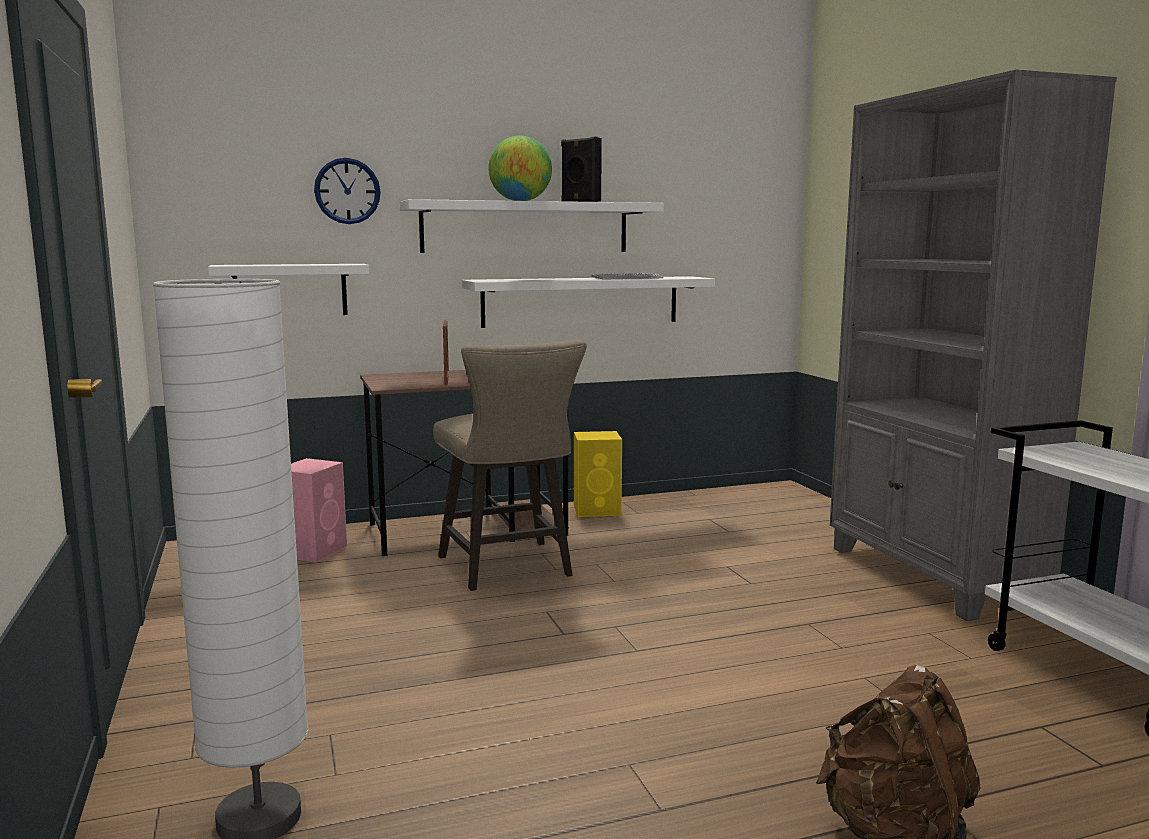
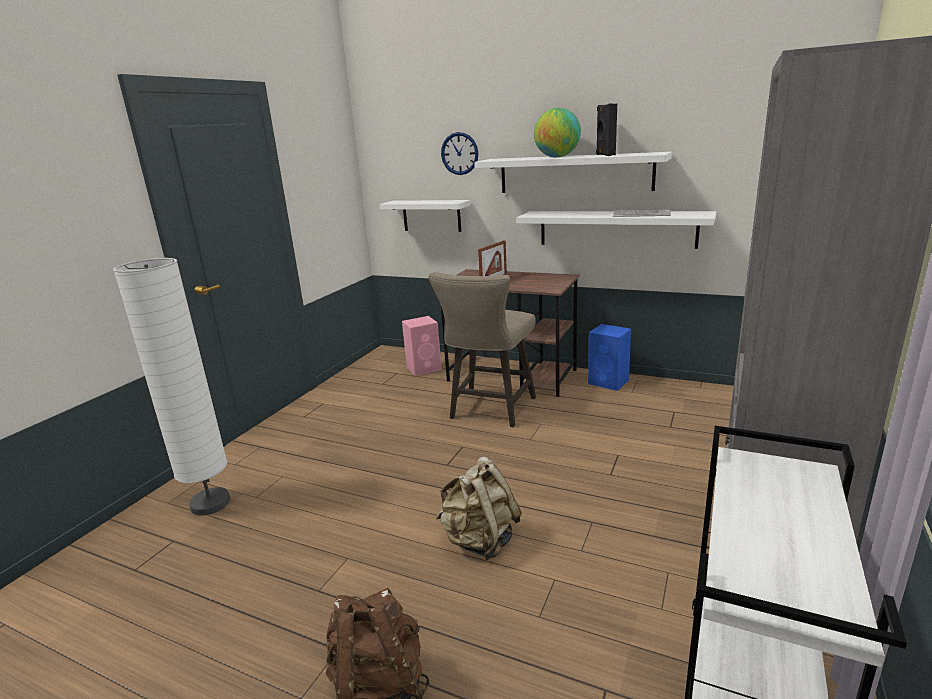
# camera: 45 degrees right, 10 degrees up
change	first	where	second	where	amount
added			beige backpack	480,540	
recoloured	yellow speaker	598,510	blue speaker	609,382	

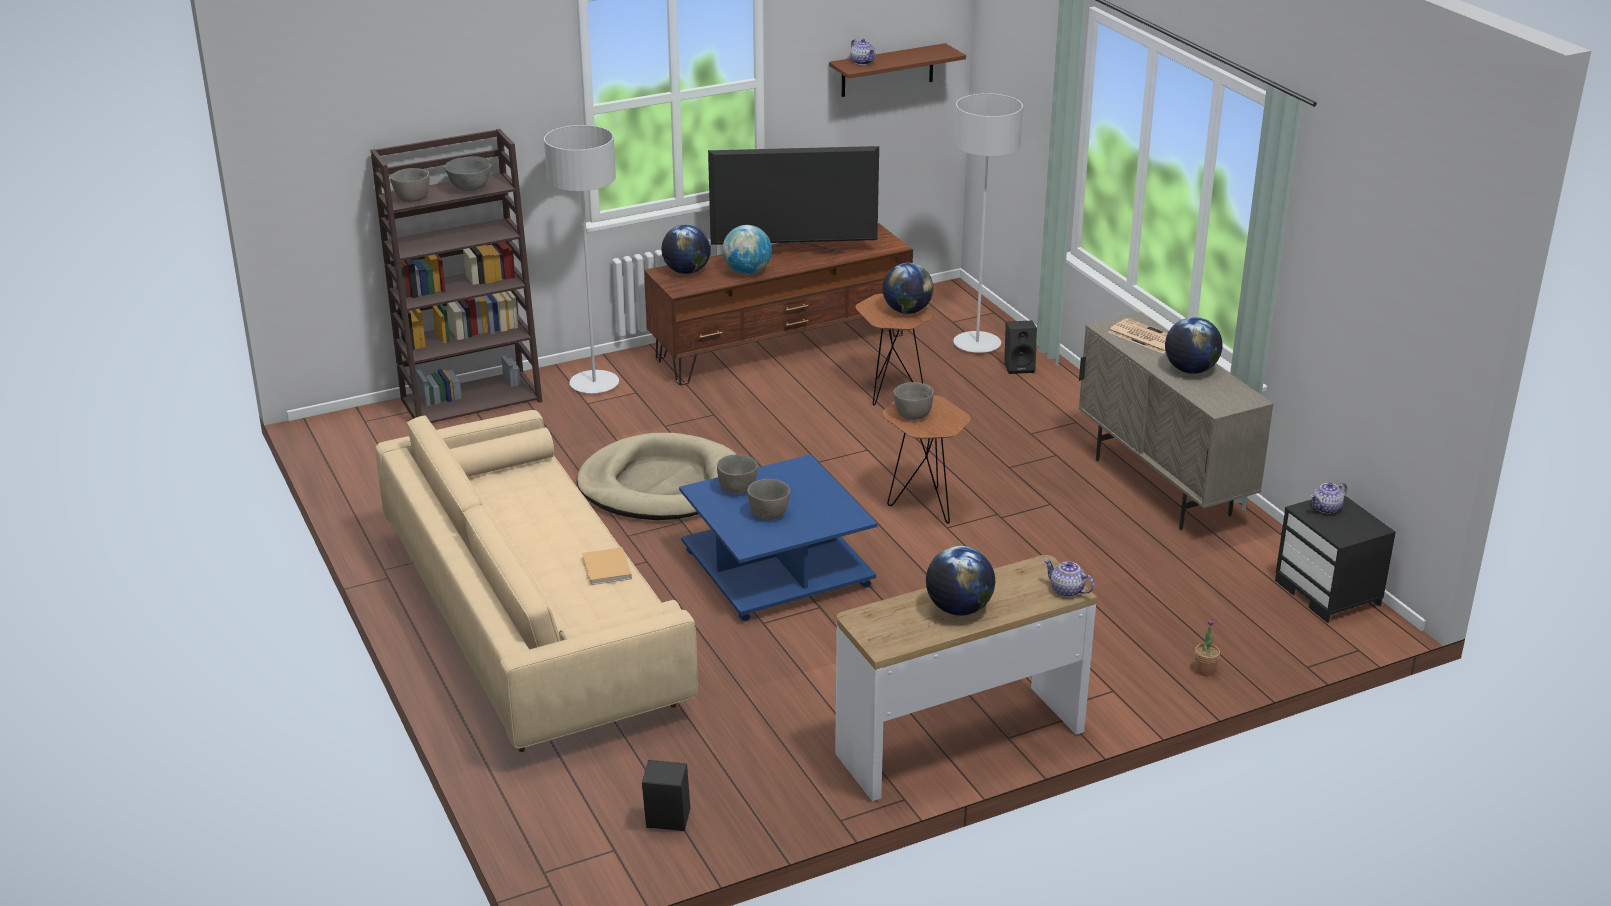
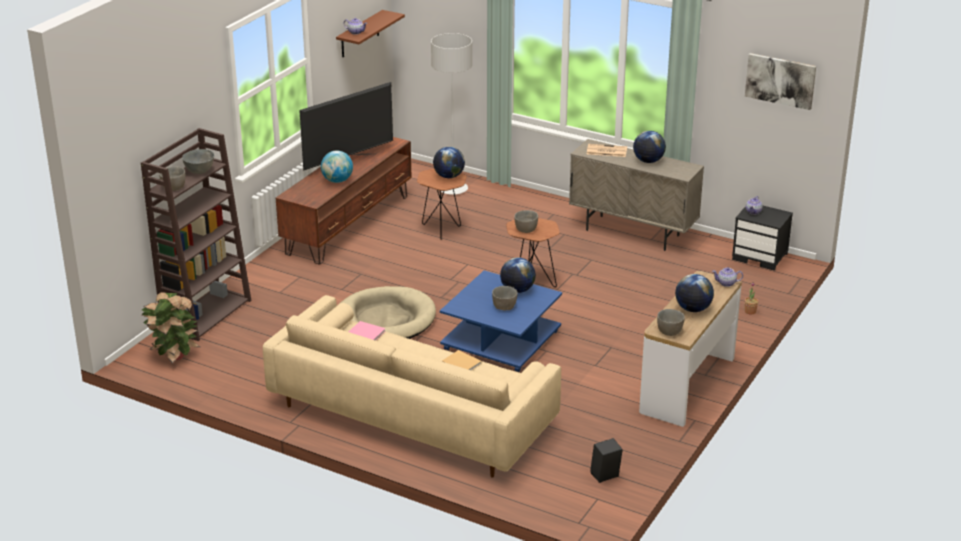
# camera: 35 degrees left, 0 degrees up
change	first	where	second	where	amount
removed	grey floor lamp	594,384			
removed	black speaker	1019,367			
added			potted plant	174,356	
added			pink book	365,333	
added			picture	780,80	
moved	globe	686,271		517,290	
moved	grey bowl	738,488		670,331	

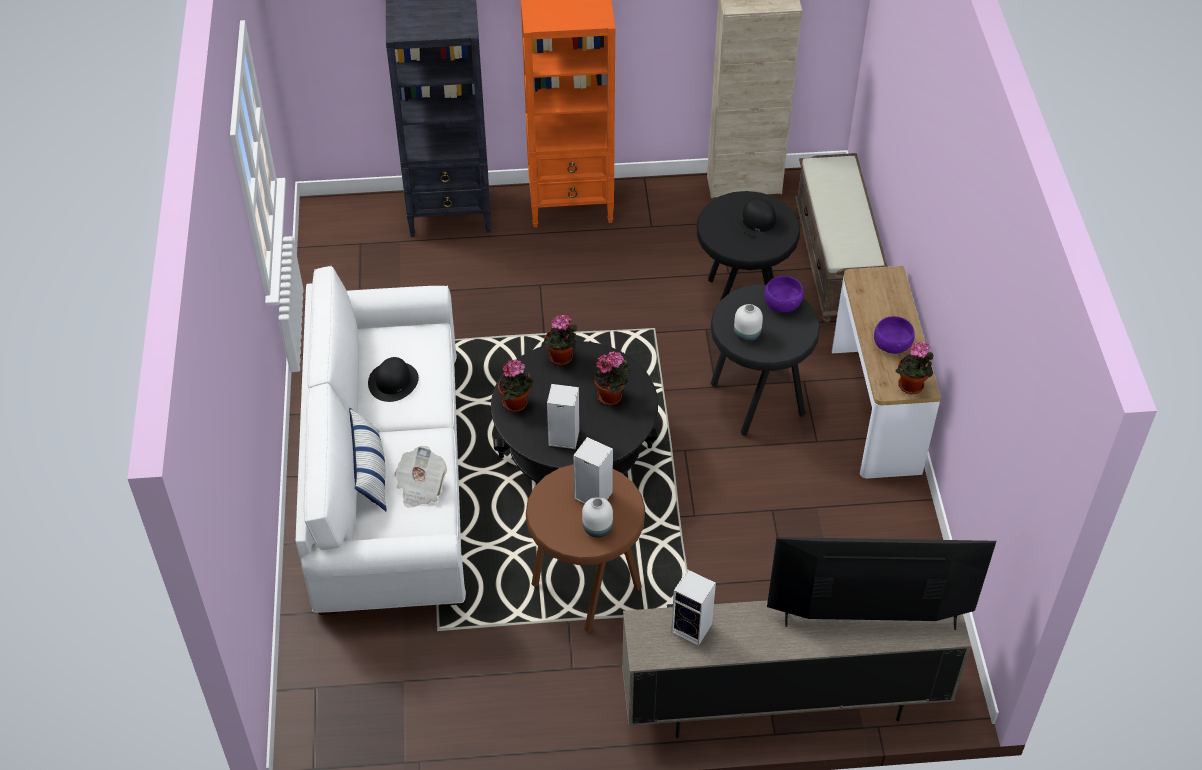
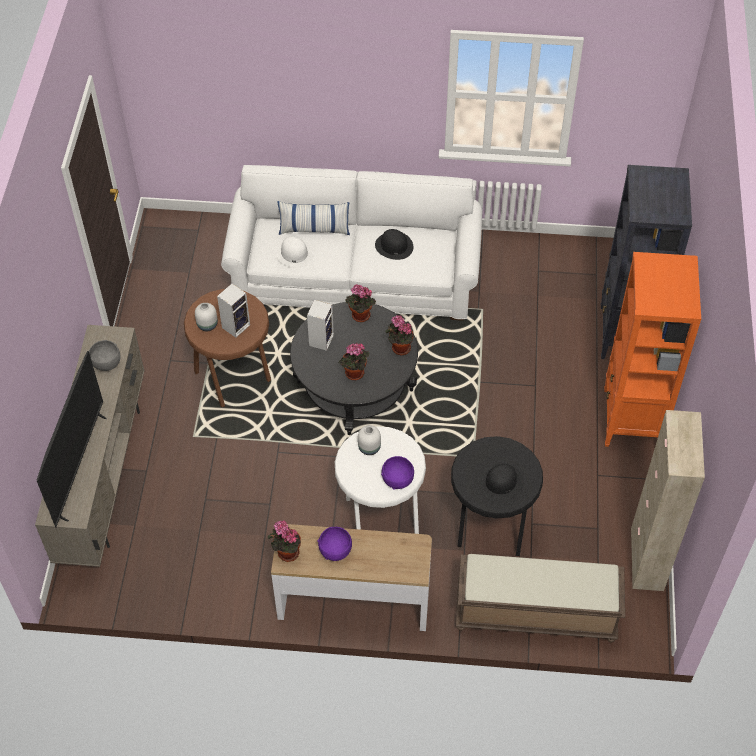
# camera: 100 degrees right, 5 degrees up
change	first	where	second	where	amount
replaced	newspaper	420,487	white hat	294,253	
replaced	speaker	693,628	grey bowl	106,363	
recoloured	black stool	757,402	white stool	380,516	

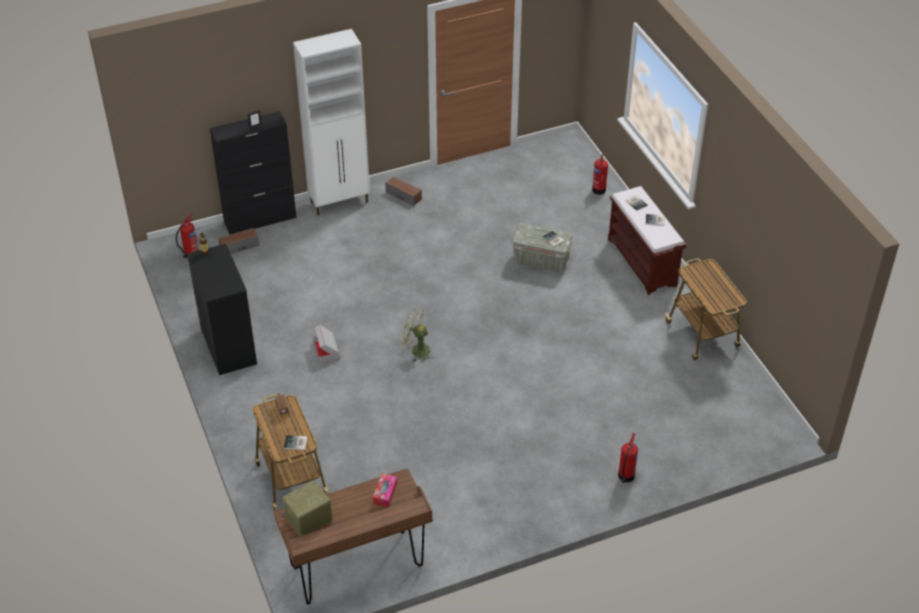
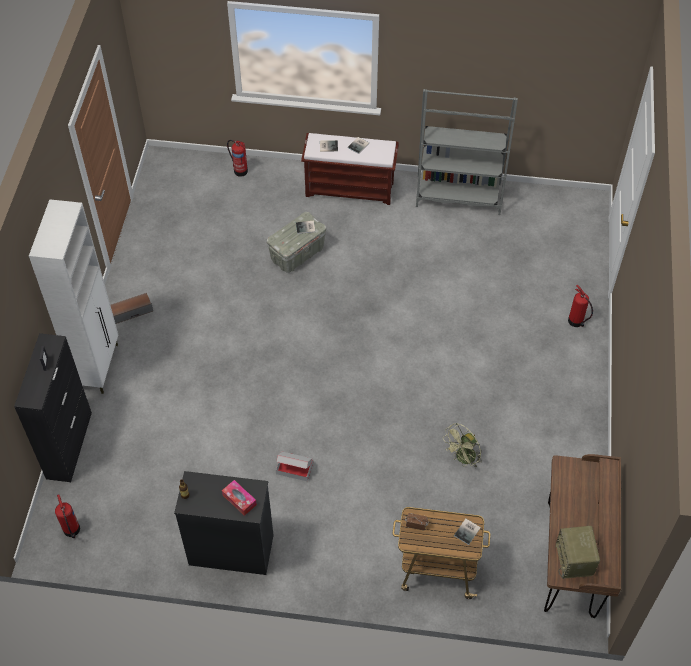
# camera: 60 degrees left, 10 degrees up
change	first	where	second	where	amount
removed	speaker	239,246			
moved	tissue box	385,493		239,500	
moved	green fan	416,350		463,459	
replaced	cart	703,335	grey bookcase	458,195	

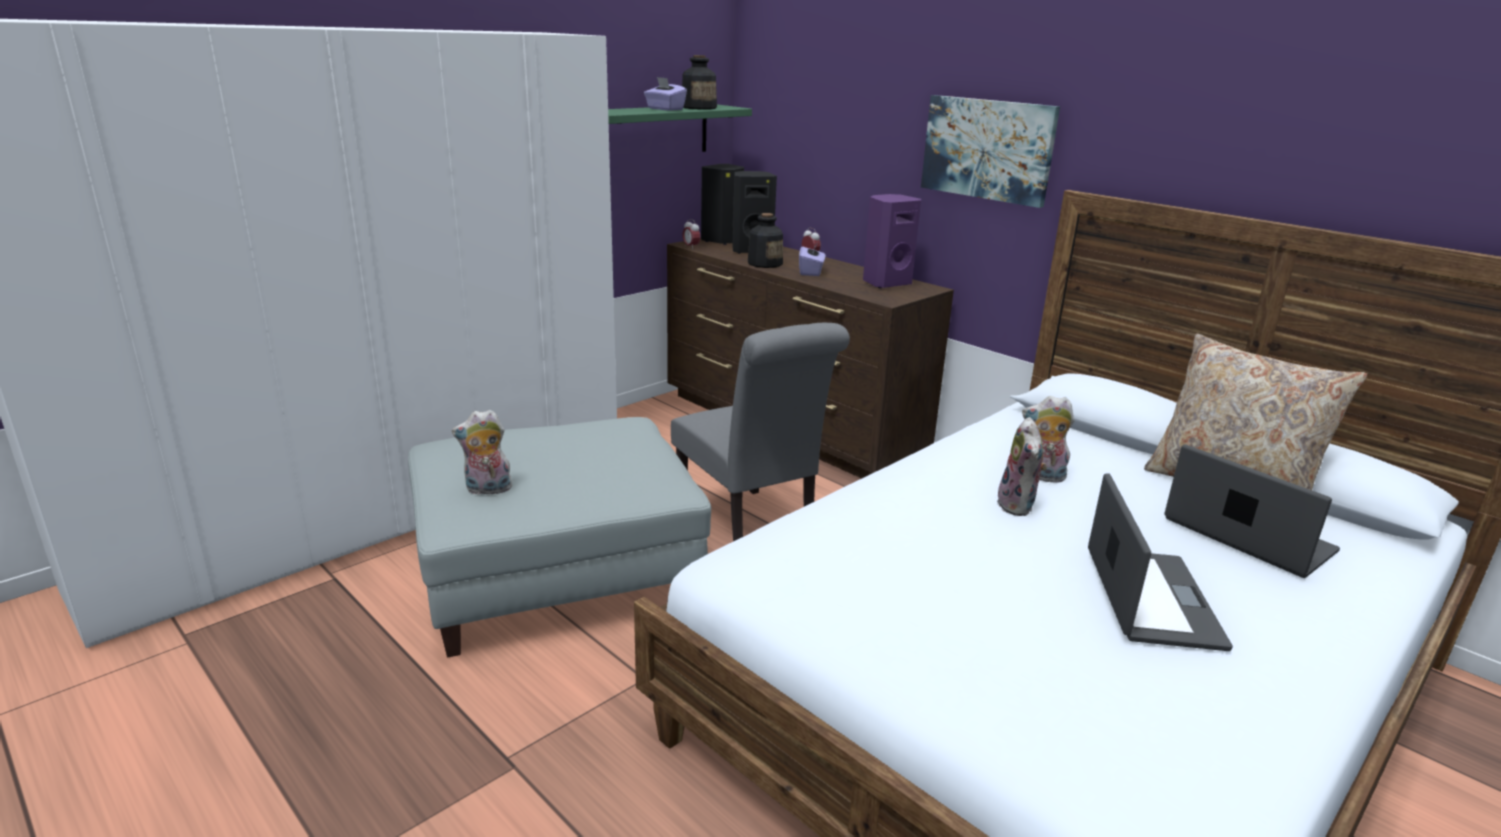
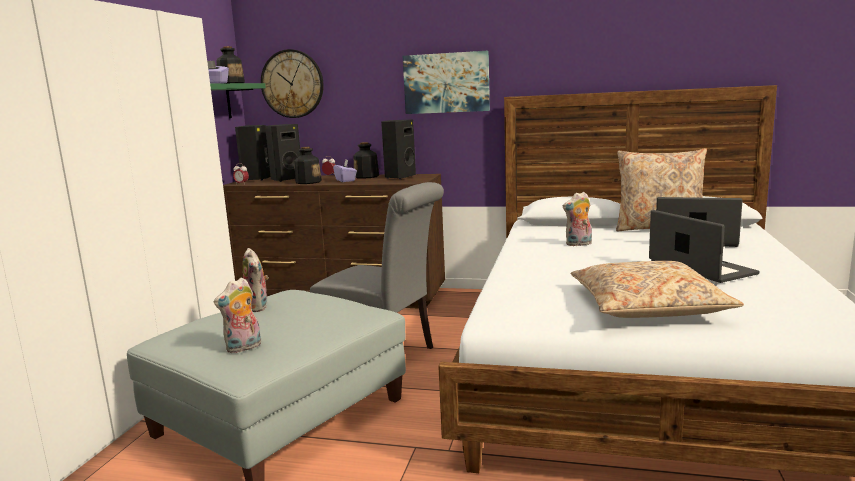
# camera: 30 degrees left, 10 degrees down
change	first	where	second	where	amount
added			wall clock	292,84	
added			bottle	366,176	
added			beige pillow	647,306	
moved	plush toy	1018,506		258,307	
recoloured	purple speaker	885,283	black speaker	399,177	

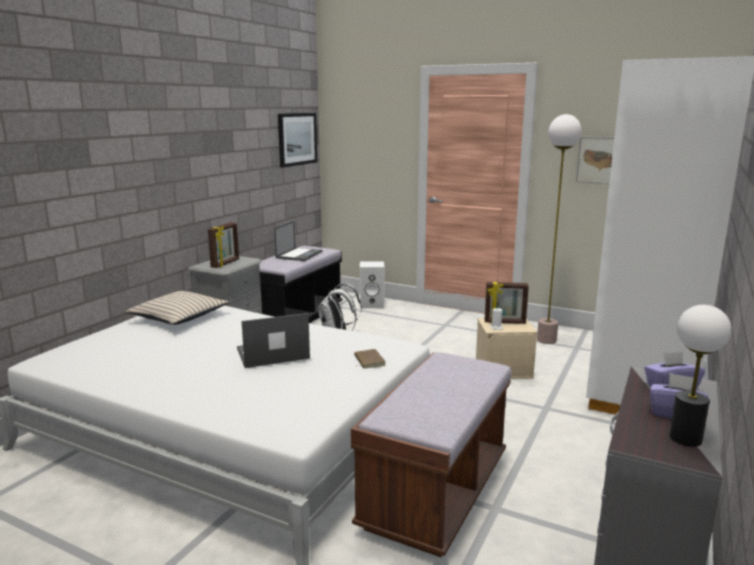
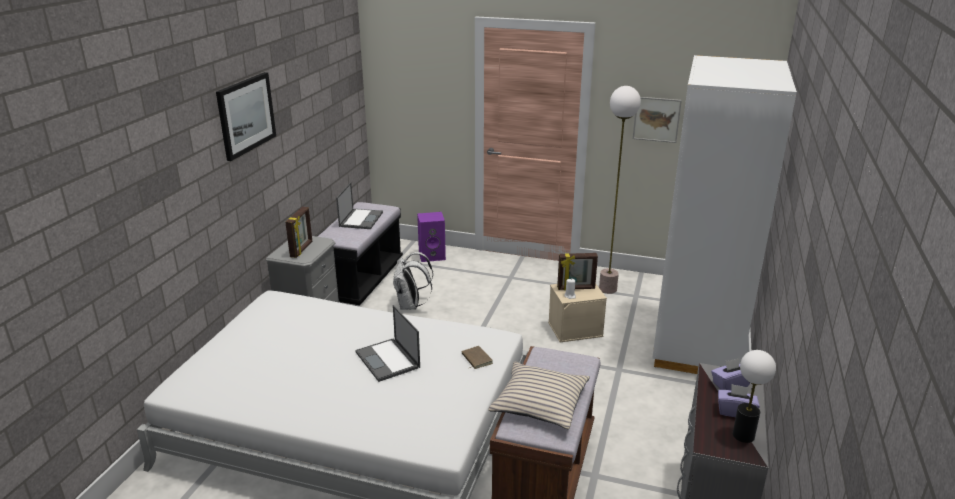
# camera: 10 degrees left, 10 degrees up
change	first	where	second	where	amount
moved	beige pillow	179,317		539,403	
moved	picture	297,139		246,115	
recoloured	white speaker	372,305	purple speaker	432,255	
turned	laptop	272,354		388,360	90 degrees counterclockwise

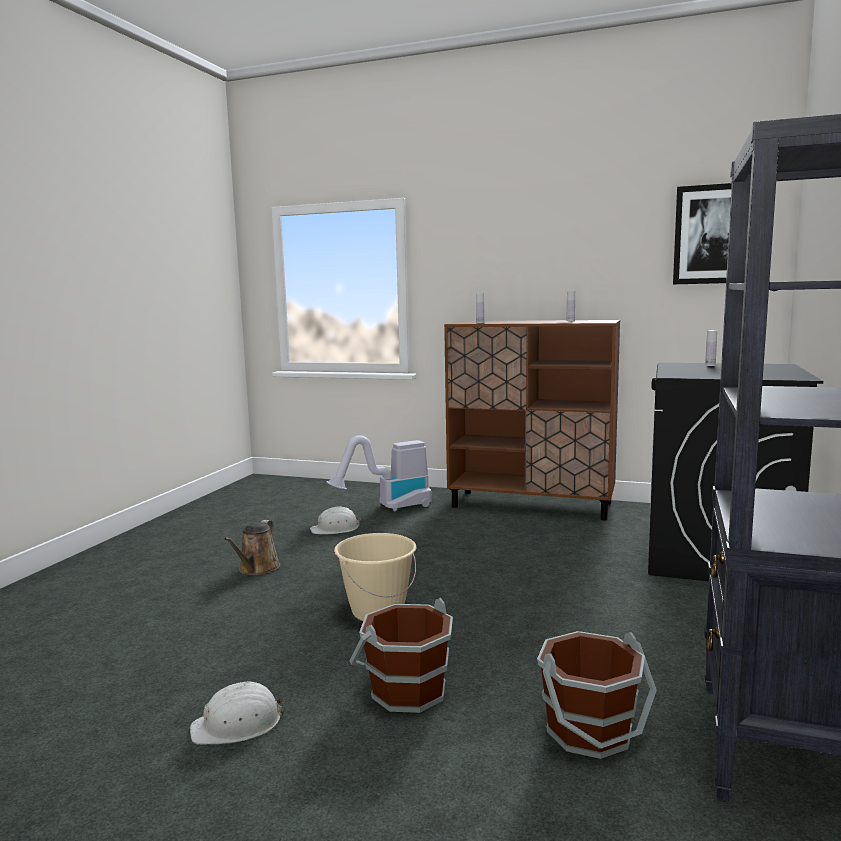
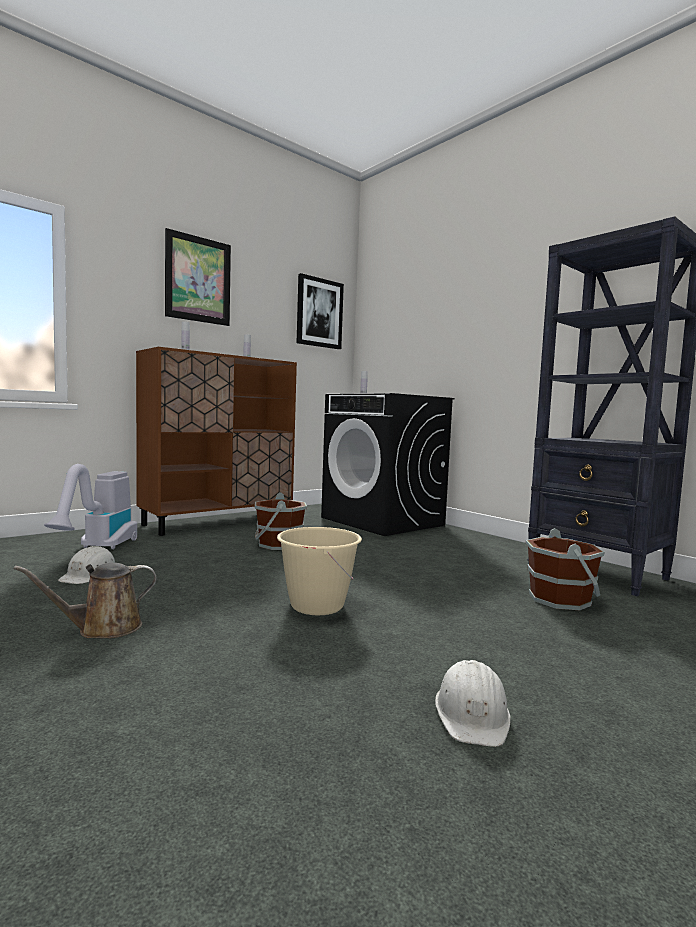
# camera: 60 degrees left, 5 degrees down
change	first	where	second	where	amount
added			picture	198,279	
moved	brown bucket	407,690		278,544	
turned	brown watering can	257,569		103,629	105 degrees clockwise

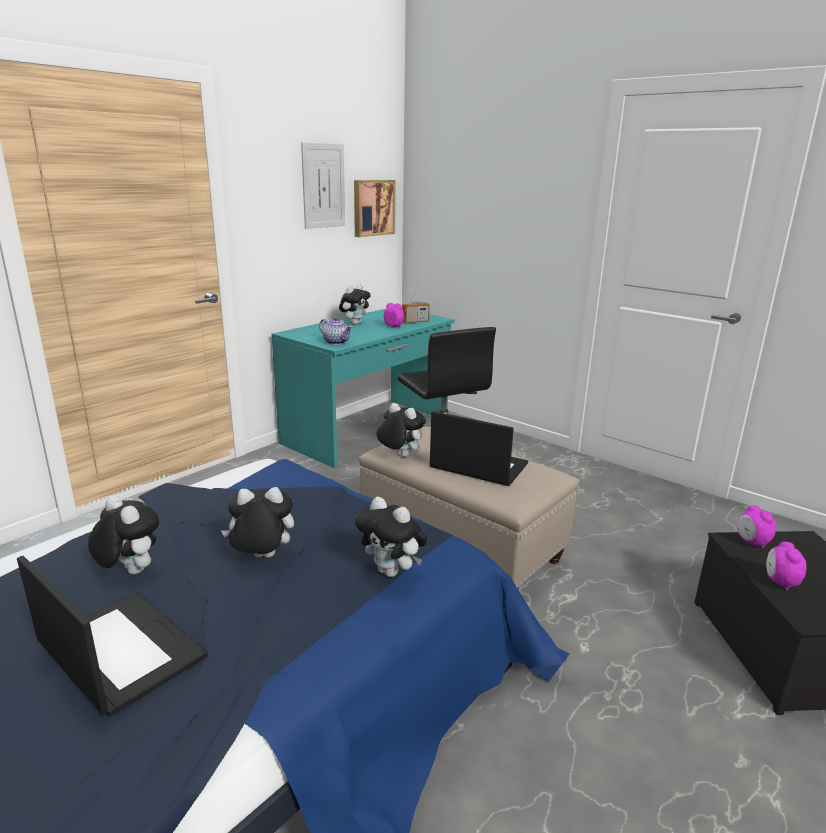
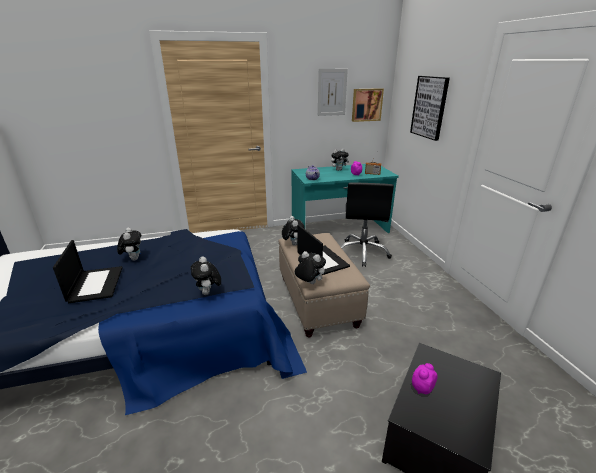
# camera: 35 degrees right, 5 degrees up
change	first	where	second	where	amount
removed	alarm clock	752,542			
added			picture	429,107	
moved	plush toy	261,558		309,283	

